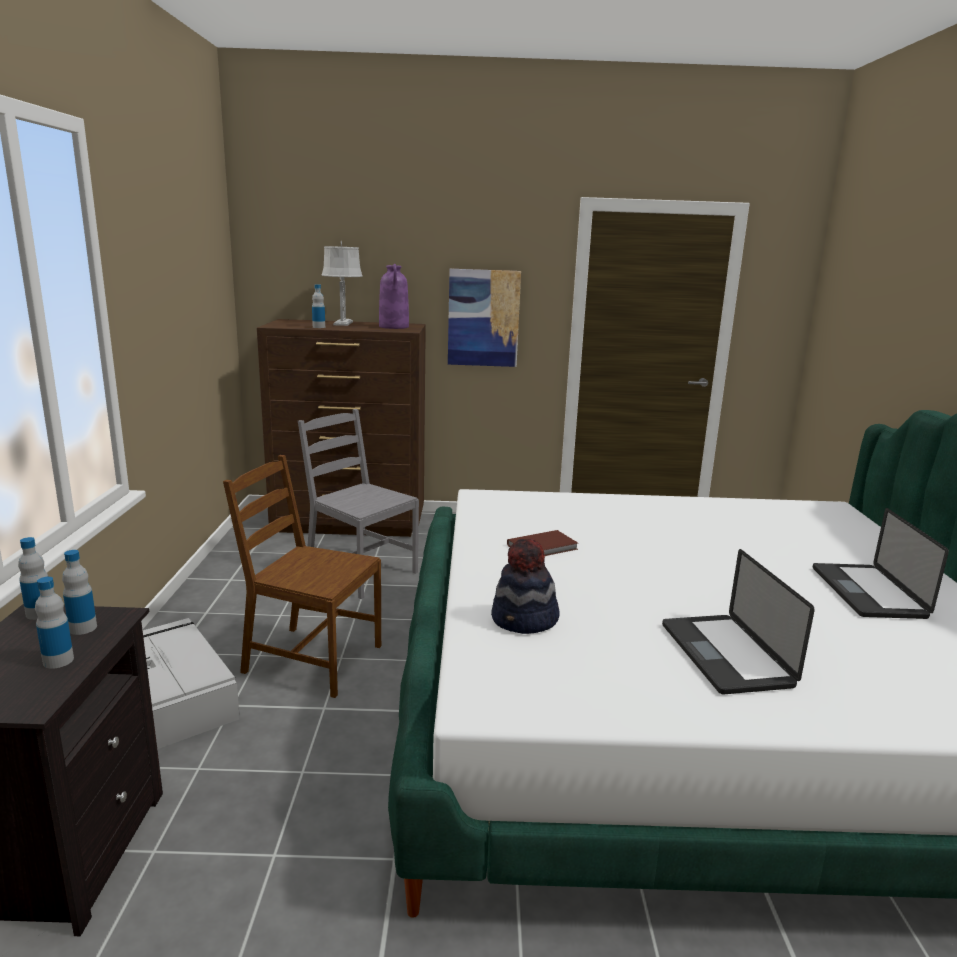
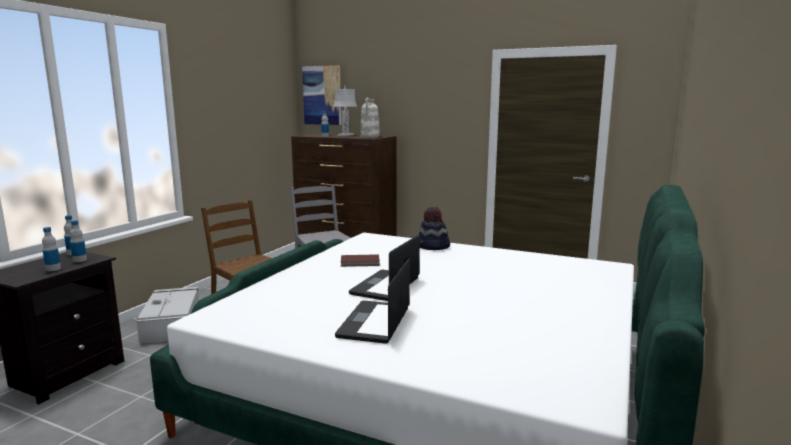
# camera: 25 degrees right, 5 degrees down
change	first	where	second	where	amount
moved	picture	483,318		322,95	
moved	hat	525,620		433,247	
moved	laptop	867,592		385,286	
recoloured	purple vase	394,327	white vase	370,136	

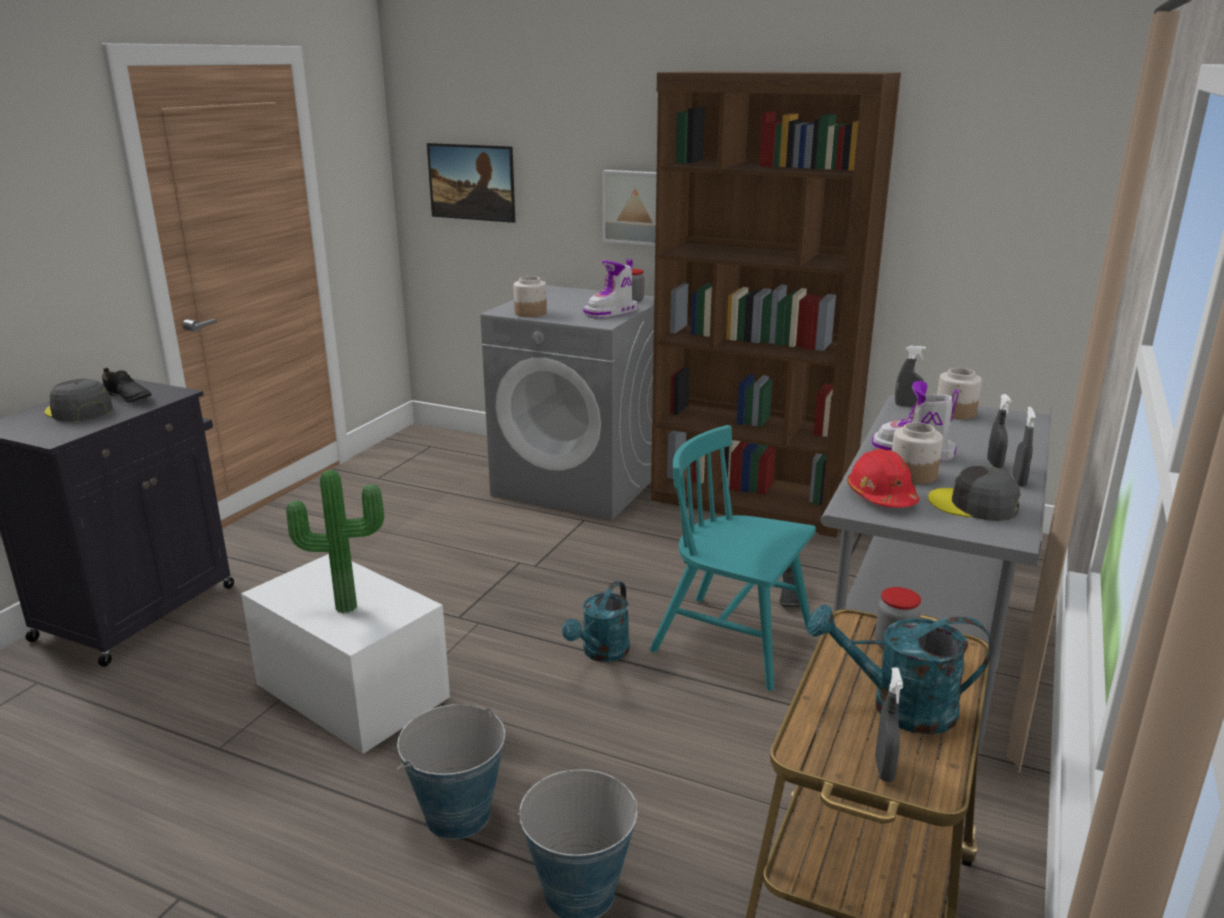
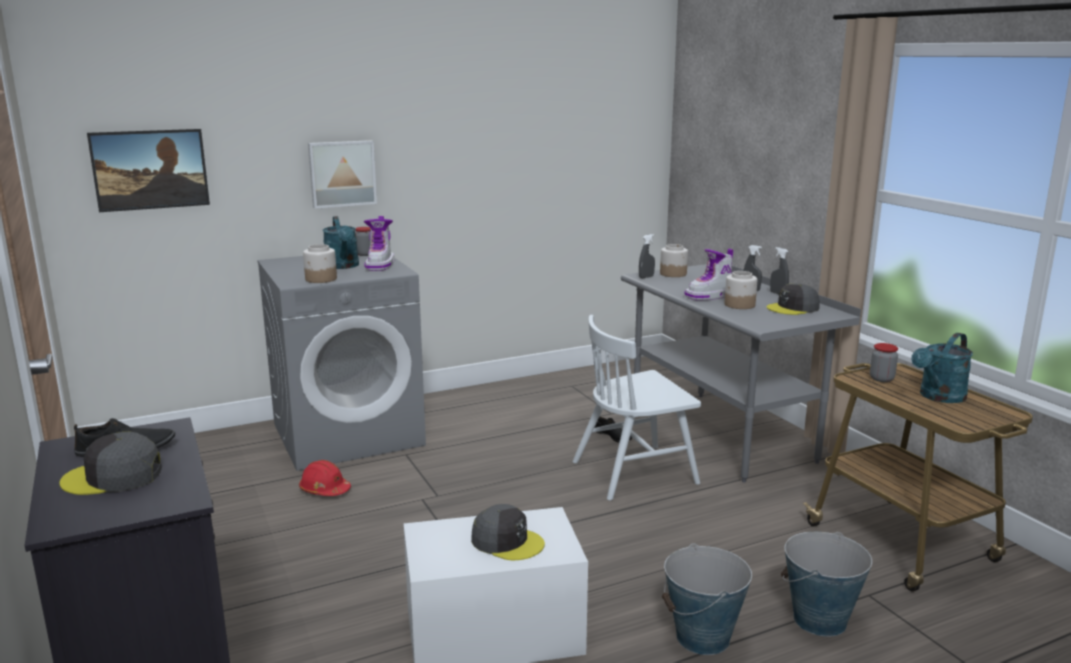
# camera: 50 degrees left, 5 degrees down
change	first	where	second	where	amount
removed	brown bookcase	752,502			
removed	grey spray bottle	884,769			
moved	turquoise watering can	601,653		343,266	
moved	red hard hat	881,496		324,490	
replaced	potted plant	346,605	grey cap	507,541	
recoloured	turquoise chair	733,641	white chair	635,472	

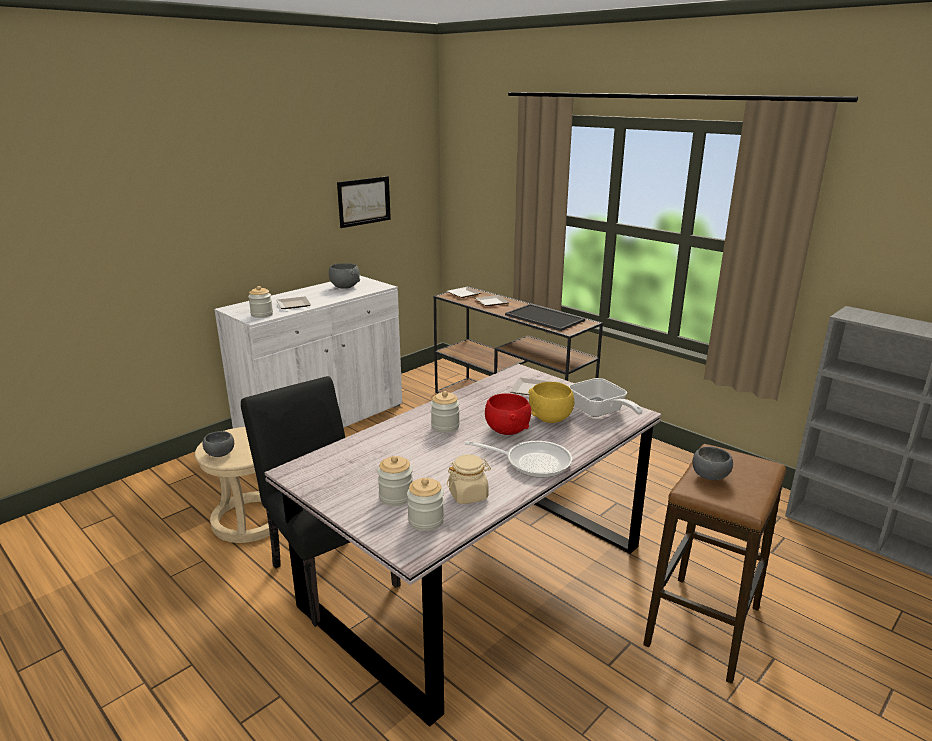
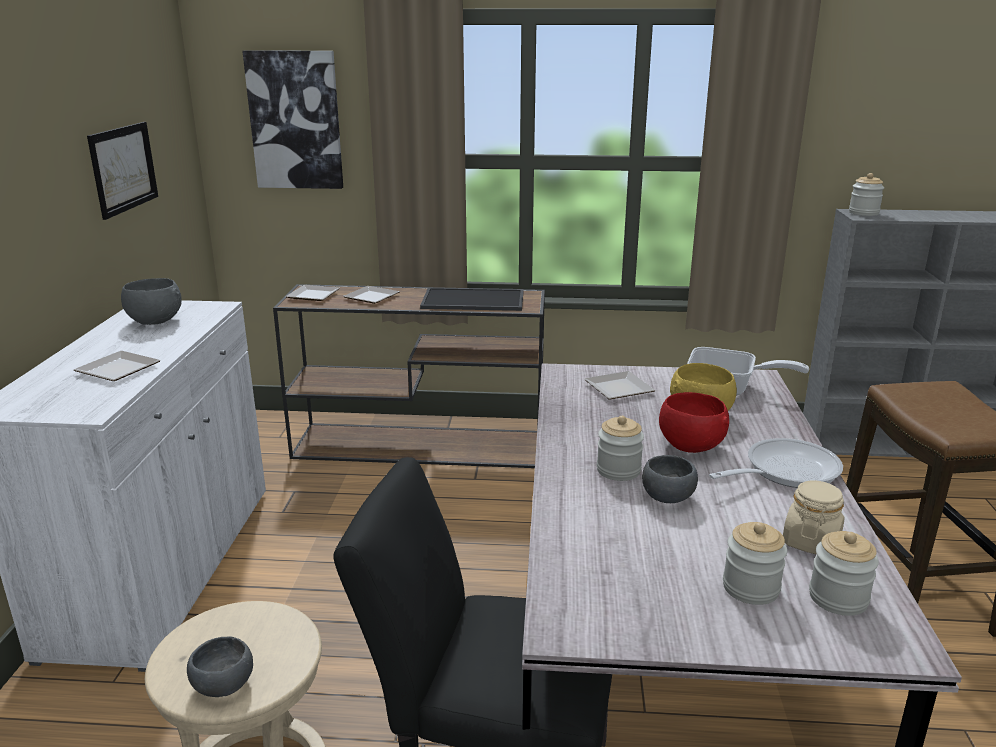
# camera: 40 degrees left, 0 degrees up
change	first	where	second	where	amount
added			picture	295,120	
moved	jar	262,314		863,213	
moved	grey bowl	711,476		668,496	

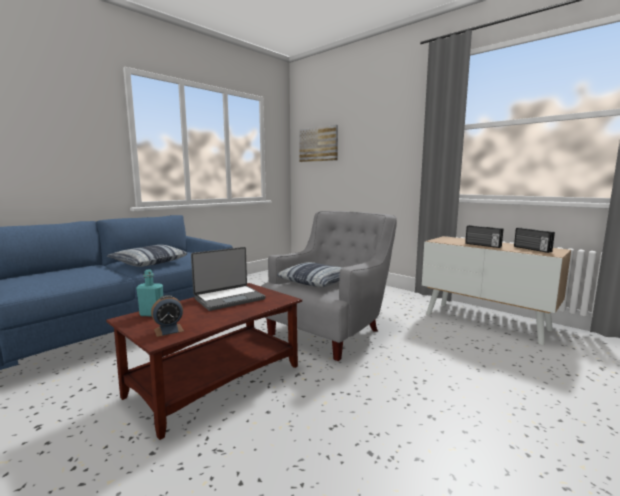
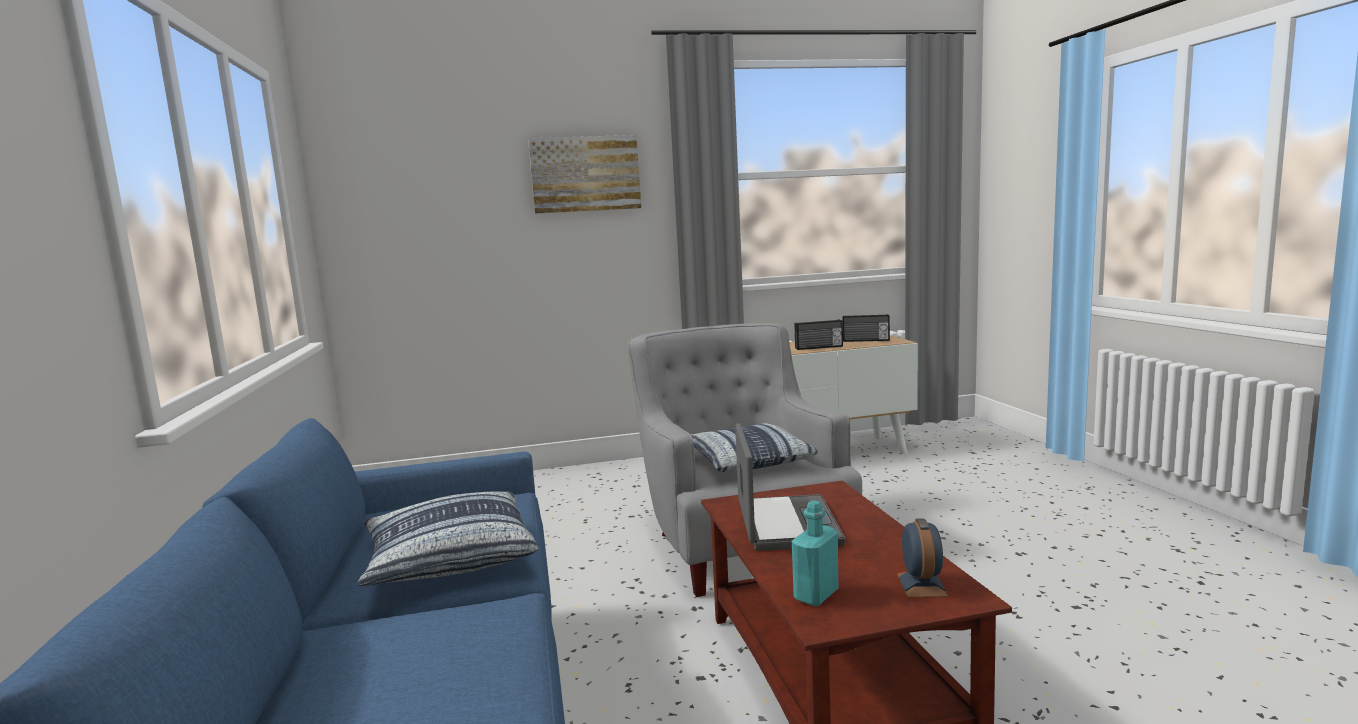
# camera: 55 degrees left, 0 degrees up
change	first	where	second	where	amount
moved	picture	318,144		585,174	

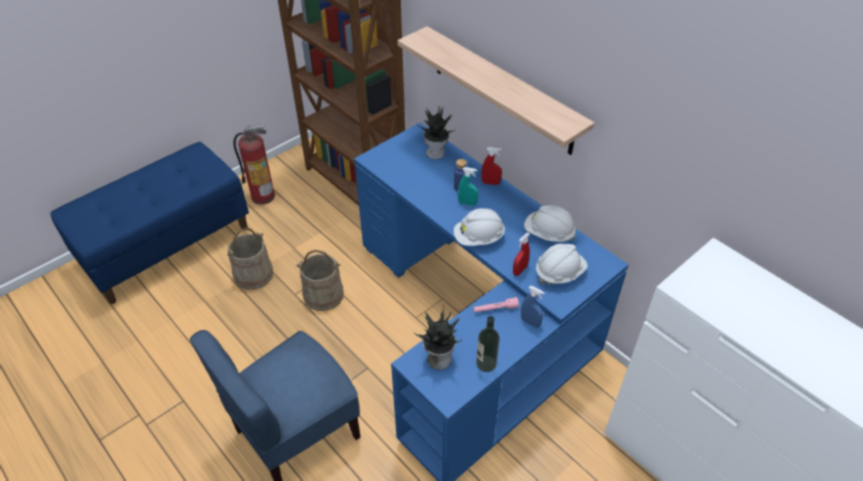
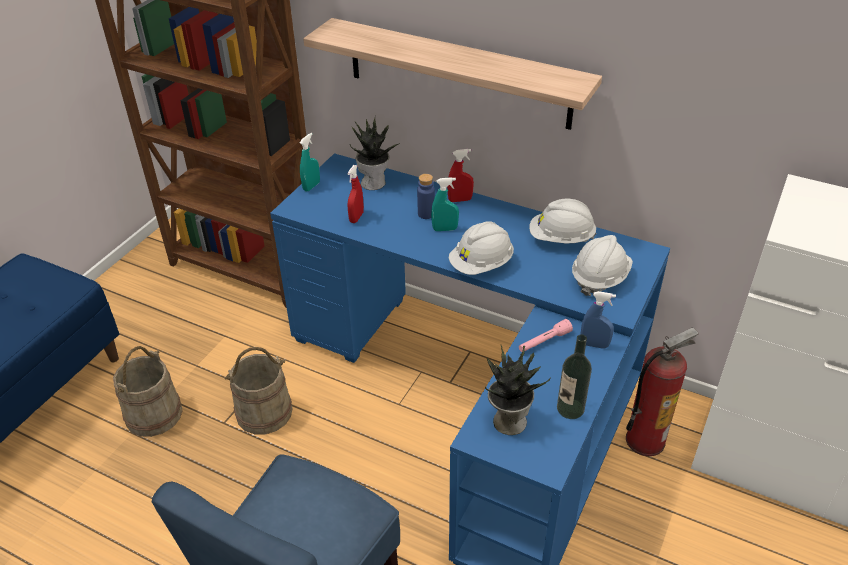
# camera: 20 degrees left, 5 degrees down
change	first	where	second	where	amount
added			turquoise spray bottle	311,186	
moved	fire extinguisher	263,196		645,440	
moved	red spray bottle	520,270		356,217	

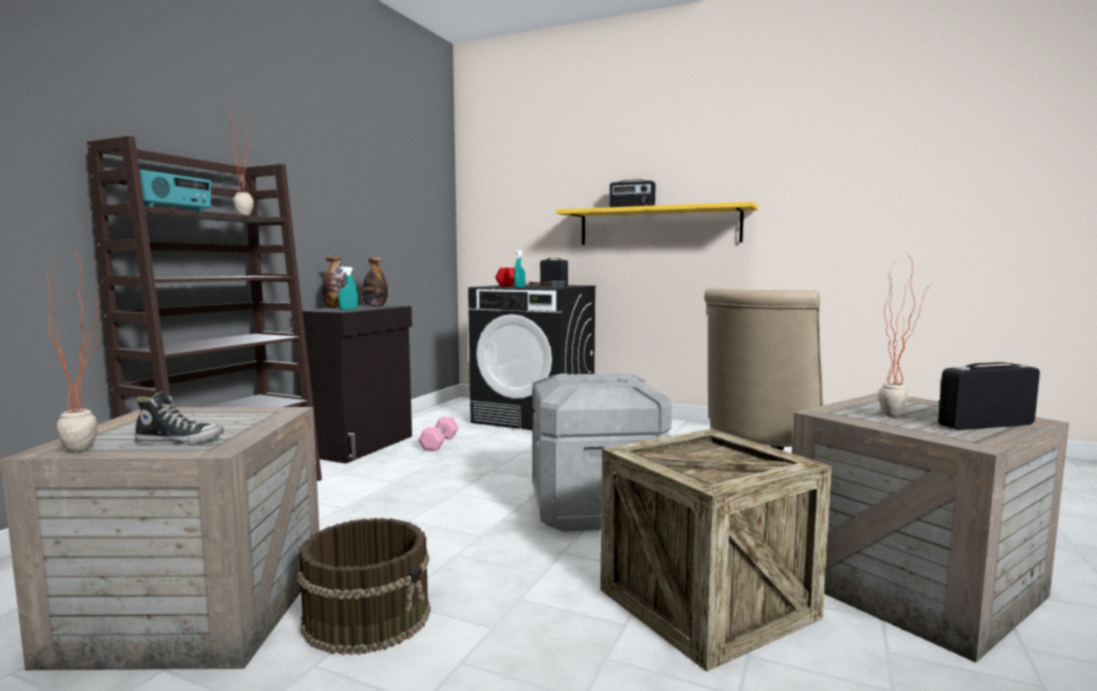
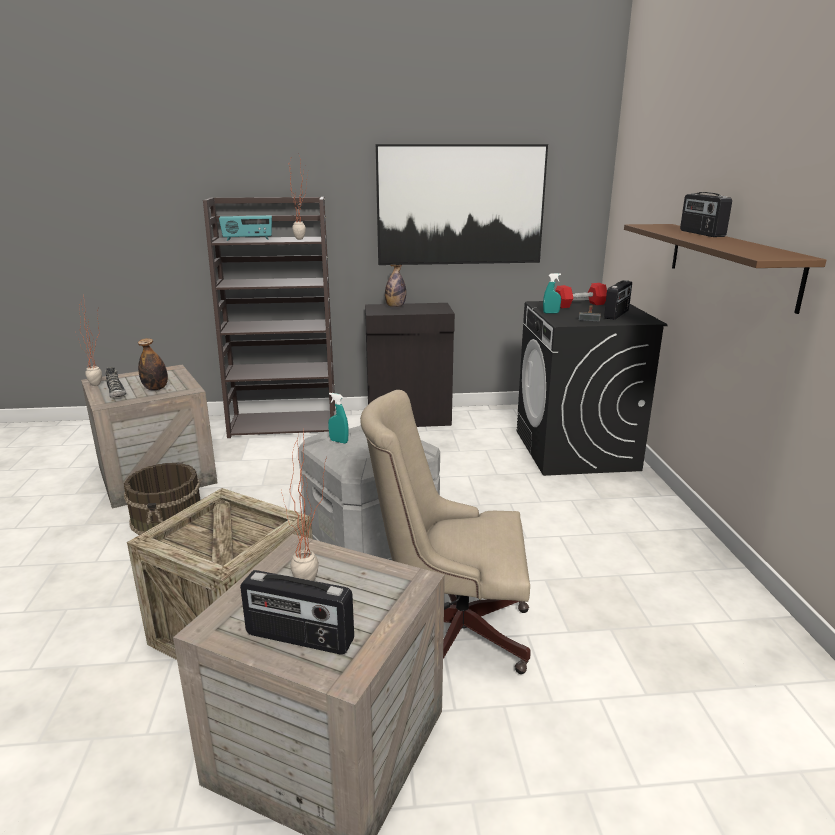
# camera: 60 degrees right, 15 degrees up
change	first	where	second	where	amount
removed	pink dumbbell	439,443			
added			picture	460,205	
moved	turquoise spray bottle	348,310		339,441	
moved	bottle	375,306		156,388	
recoloured	yellow shelf	658,226	brown shelf	730,263	
turned	radio	985,424		299,638	150 degrees clockwise

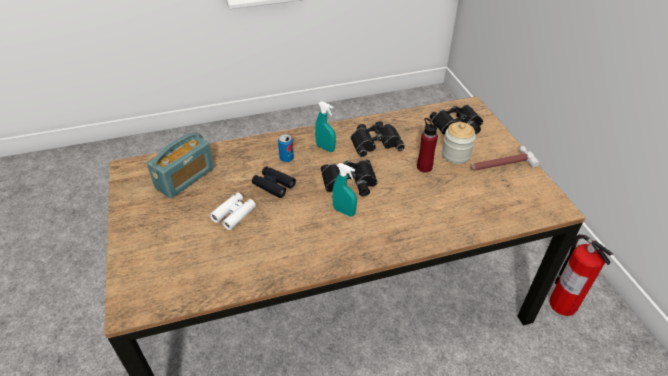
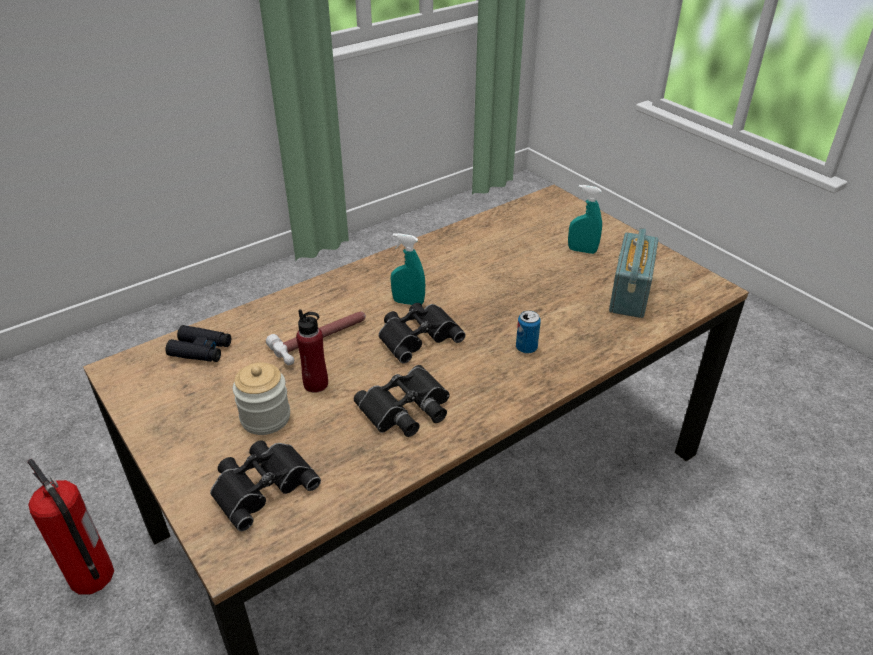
# camera: 160 degrees right, 5 degrees down
change	first	where	second	where	amount
removed	white binoculars	234,214			
moved	black binoculars	273,185		201,350	
moved	turquoise spray bottle	325,148		582,250	
moved	hammer	500,164		322,338	

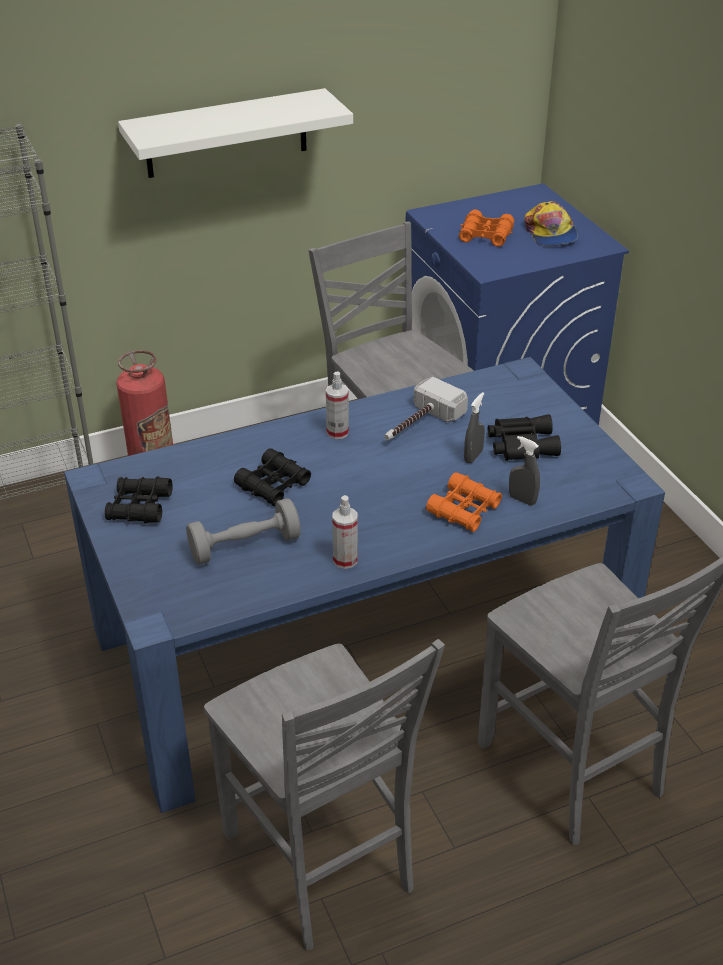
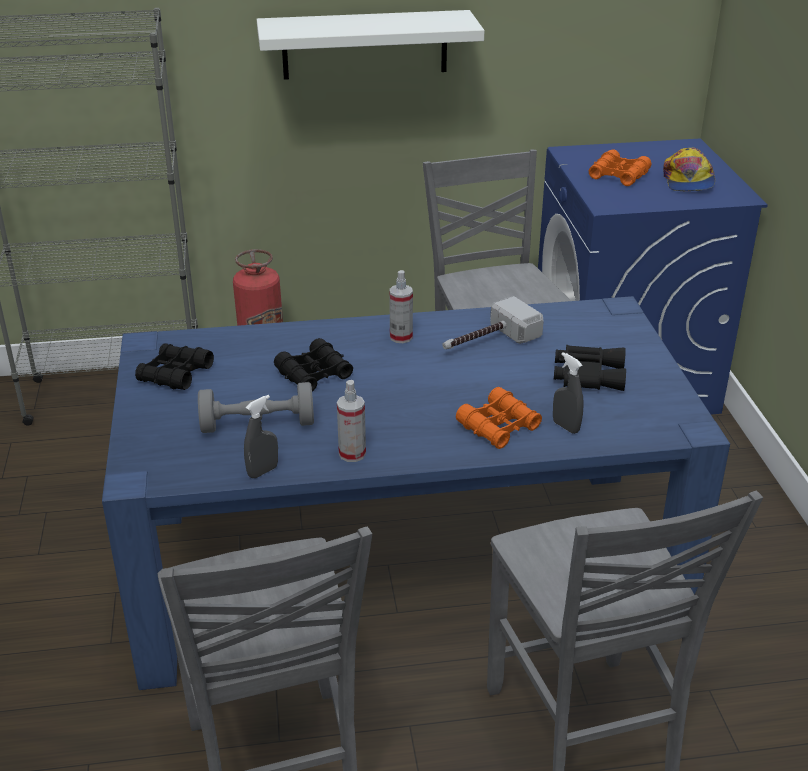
# camera: 15 degrees right, 5 degrees down
change	first	where	second	where	amount
moved	grey spray bottle	473,456		263,471	

